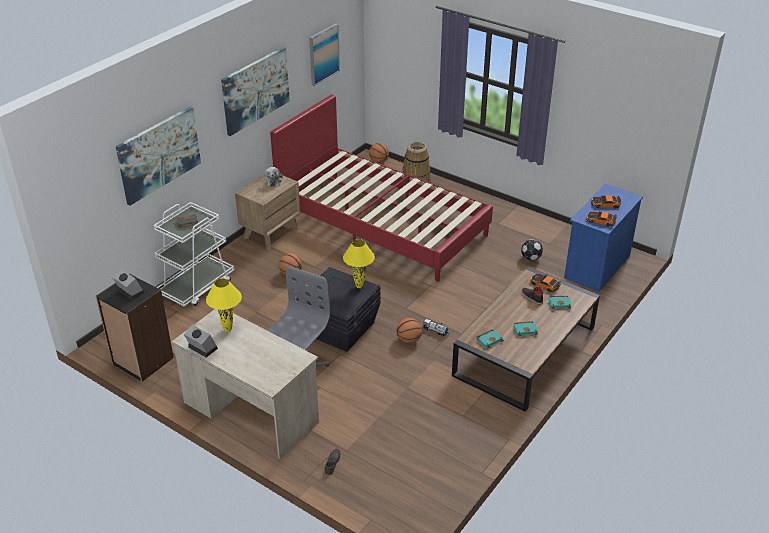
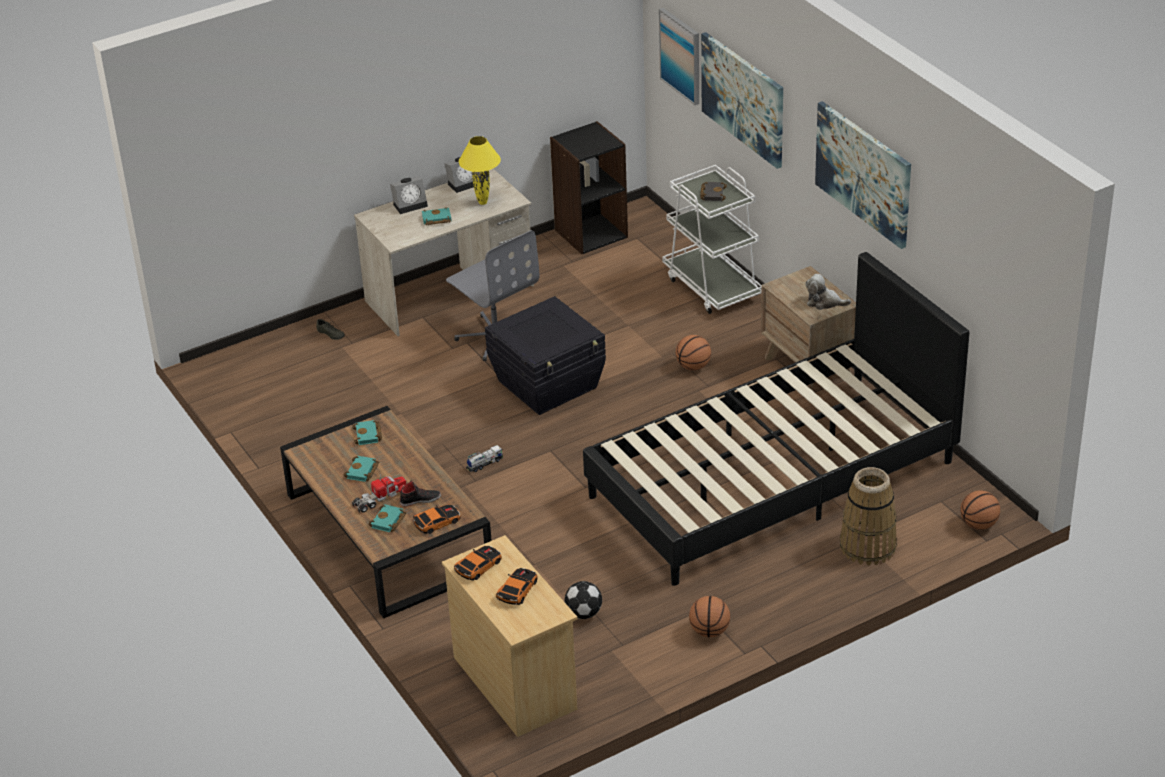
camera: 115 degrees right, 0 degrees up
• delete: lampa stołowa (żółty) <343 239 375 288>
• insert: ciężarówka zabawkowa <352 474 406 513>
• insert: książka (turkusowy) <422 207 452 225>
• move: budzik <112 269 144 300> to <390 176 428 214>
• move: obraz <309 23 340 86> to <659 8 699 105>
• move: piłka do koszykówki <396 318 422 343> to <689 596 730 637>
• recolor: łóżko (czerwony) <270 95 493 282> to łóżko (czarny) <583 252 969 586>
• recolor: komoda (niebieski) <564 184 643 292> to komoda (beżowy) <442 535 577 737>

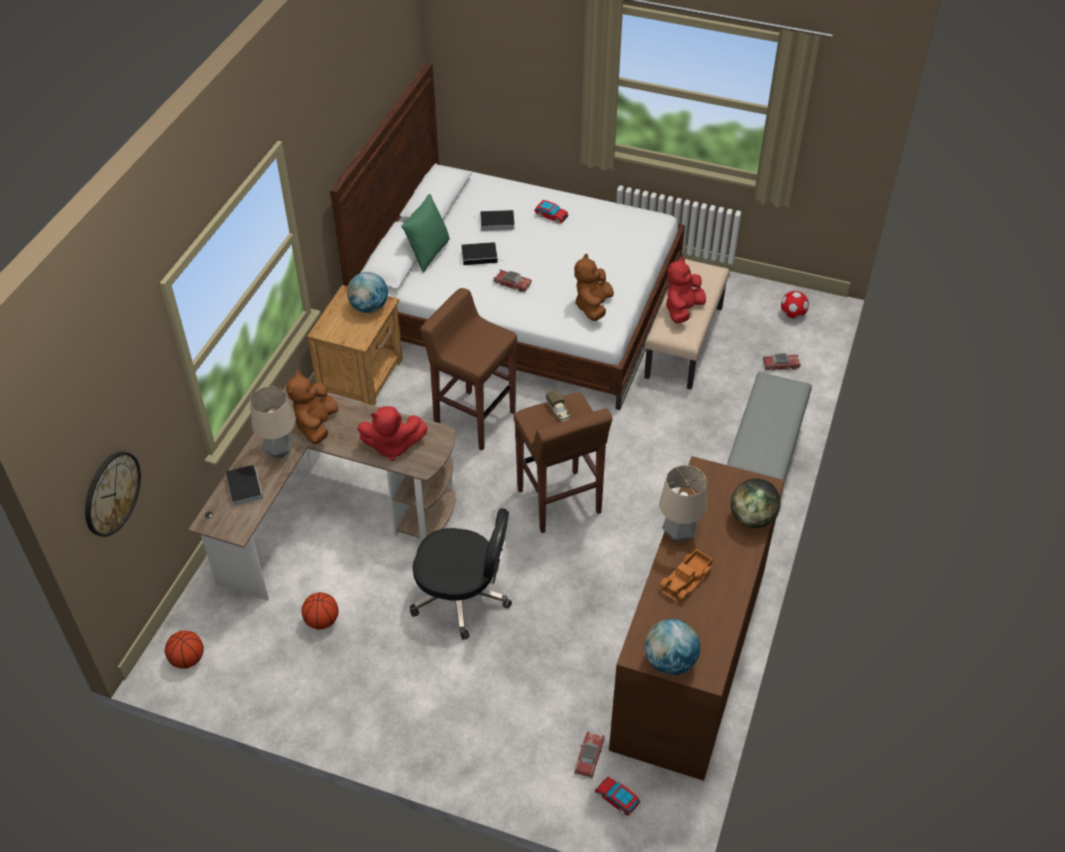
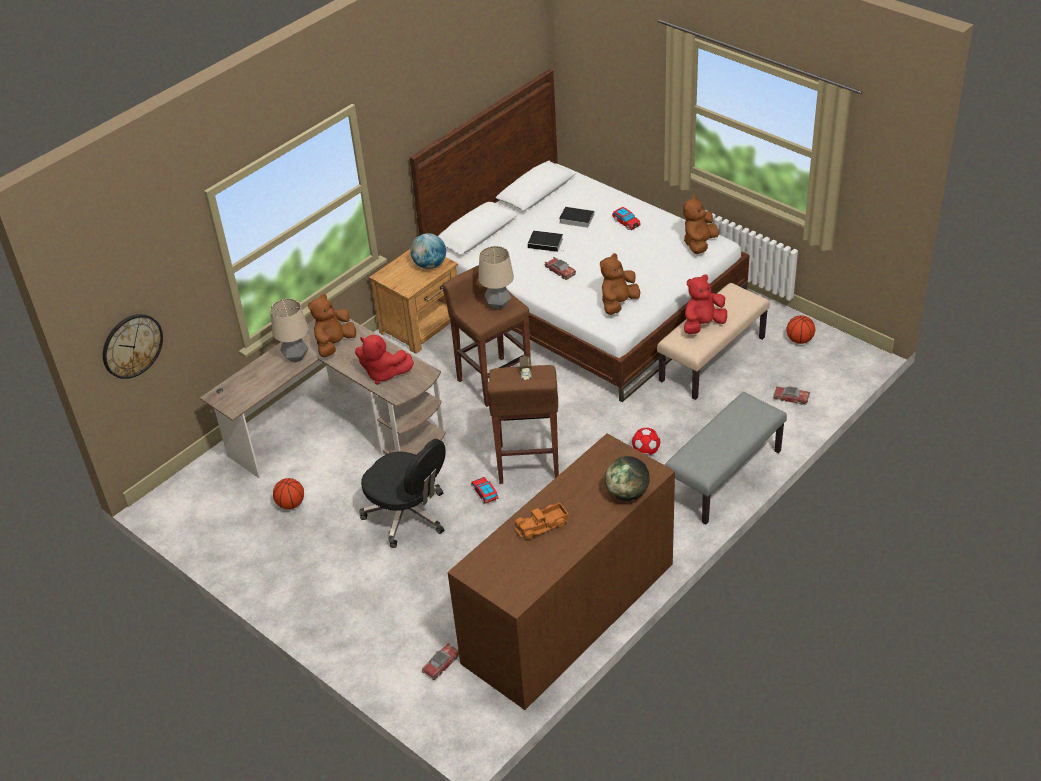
camera: 25 degrees right, 5 degrees down
• delete: książka <225 464 263 507>
• delete: poduszka (zielony) <401 194 450 273>
• delete: globus <645 619 700 675>
• insert: pluszak (brązowy) <683 196 719 254>
• move: piłka do koszykówki <165 631 204 669> to <786 315 815 344>
• move: samochodzik <595 777 640 816> to <471 477 498 504>
• move: lampa stołowa <659 465 707 542> to <478 246 514 310>
• move: piłka futbolowa <781 291 809 318> to <632 428 660 456>

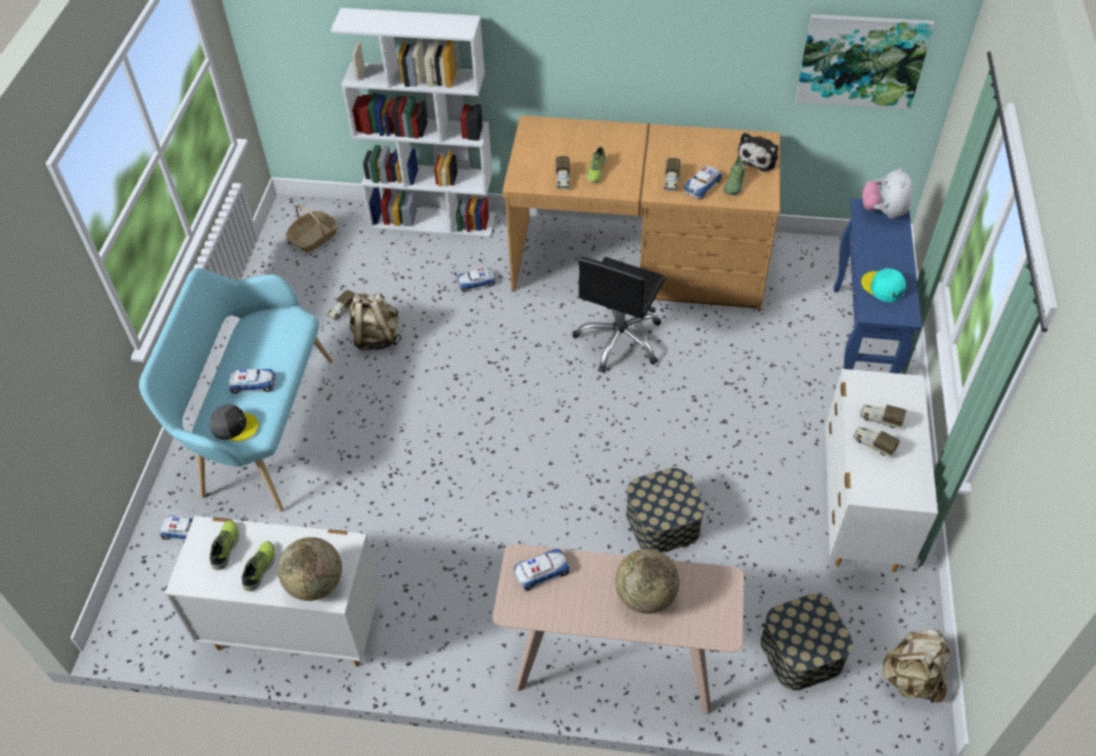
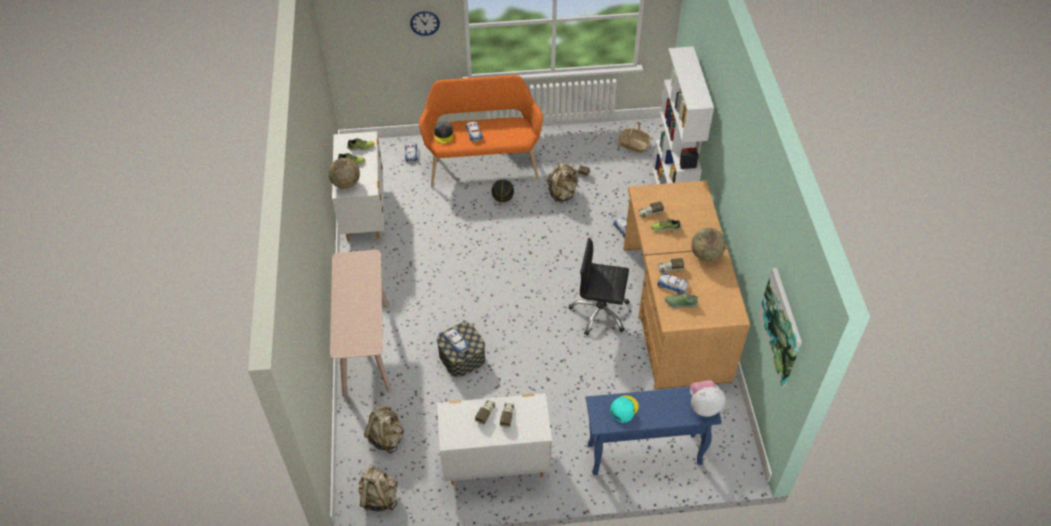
camera: 75 degrees right, 0 degrees up
• delete: pluszak <736 133 778 172>
• insert: zegar ścienny <410 11 440 36>
• insert: piłka do koszykówki <491 180 514 202>
• move: samochodzik <513 549 570 591> to <443 329 470 355>
• move: globus <615 549 680 614> to <691 228 726 262>
• replace: pojemnik do przechowywania <760 594 853 690> to plecak (beżowy) <364 405 404 453>
• recolor: ławka (turkusowy) <139 268 333 512> to ławka (pomarańczowy) <419 75 543 187>

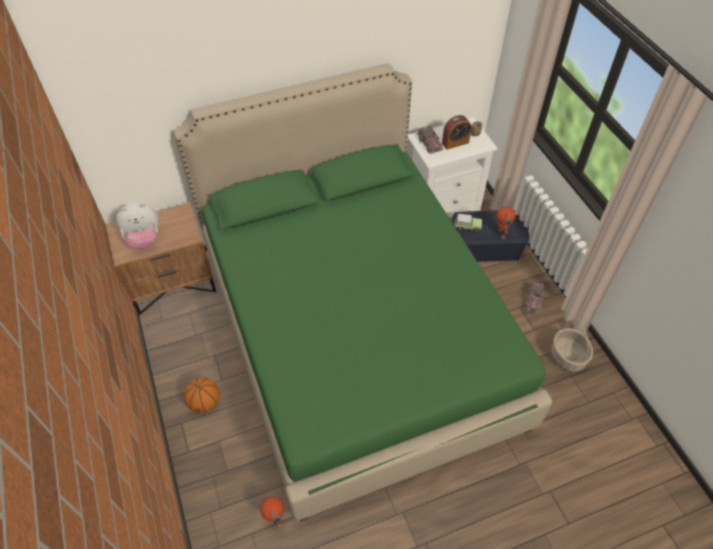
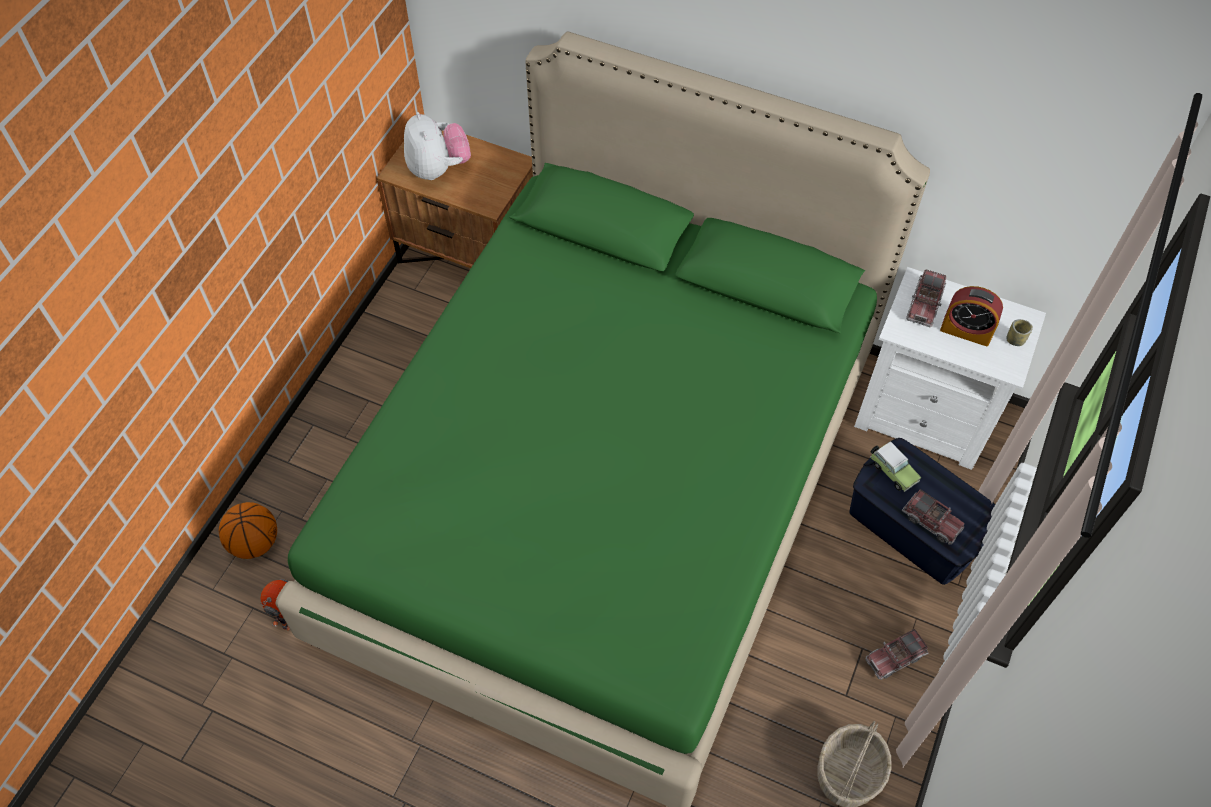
camera: 45 degrees right, 5 degrees up
• move: piłka do koszykówki <183 377 219 413> to <219 502 277 559>
• replace: robot zabawkowy <497 207 516 239> to ciężarówka zabawkowa <902 490 964 545>
• rotate: pluszak <116 203 159 249> = <404 112 471 180> 135 degrees counterclockwise

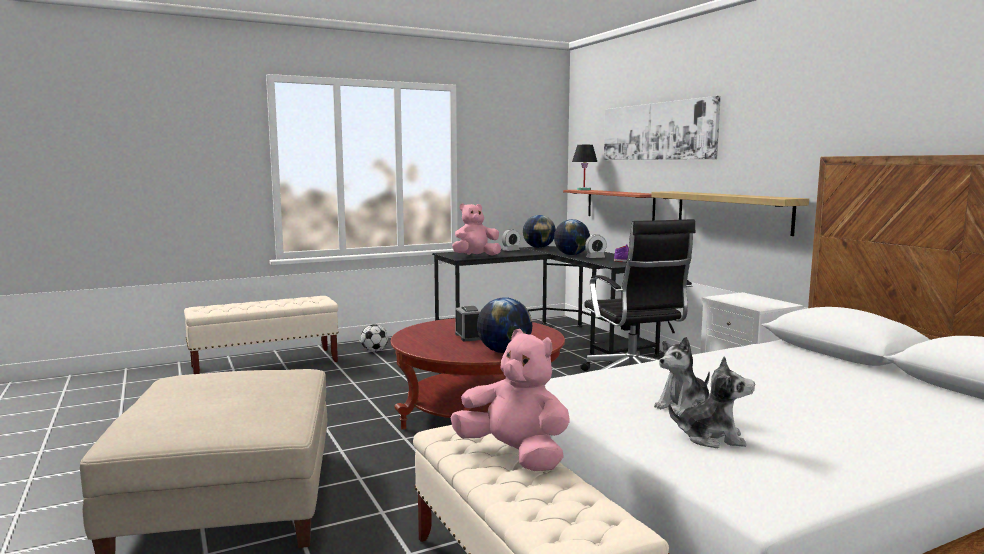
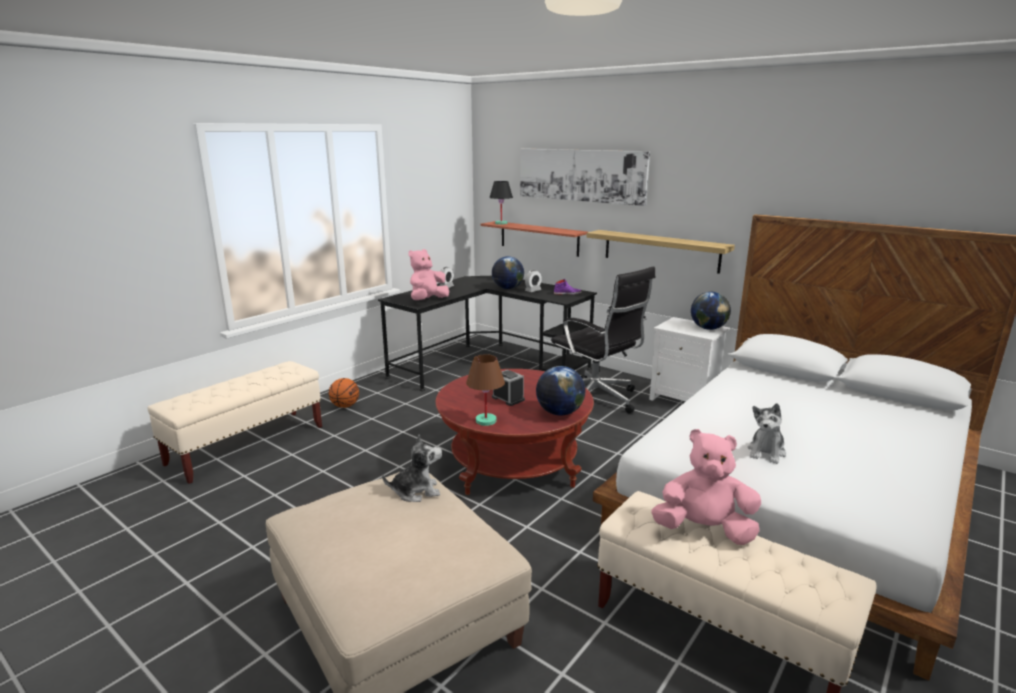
camera: 25 degrees left, 10 degrees up
• insert: lampa stołowa (brązowy) <466 354 505 426>
• move: globus <523 215 556 248> to <691 292 731 330>
• move: pluszak <668 356 755 448> to <382 435 442 502>
• replace: piłka futbolowa <361 324 388 352> to piłka do koszykówki <329 378 359 408>

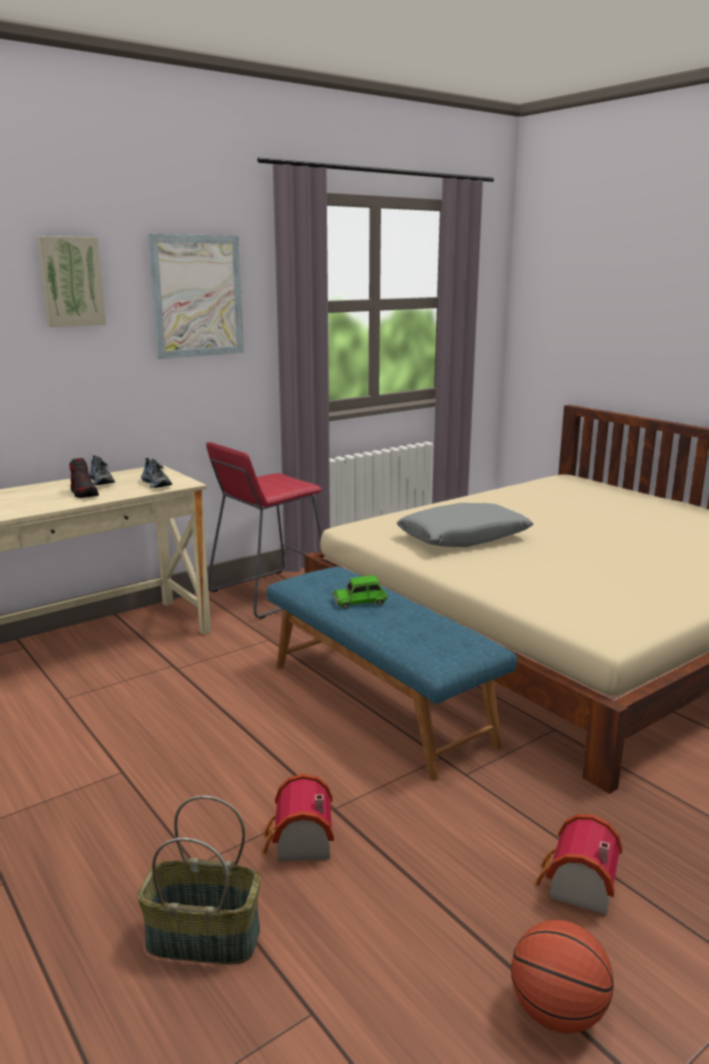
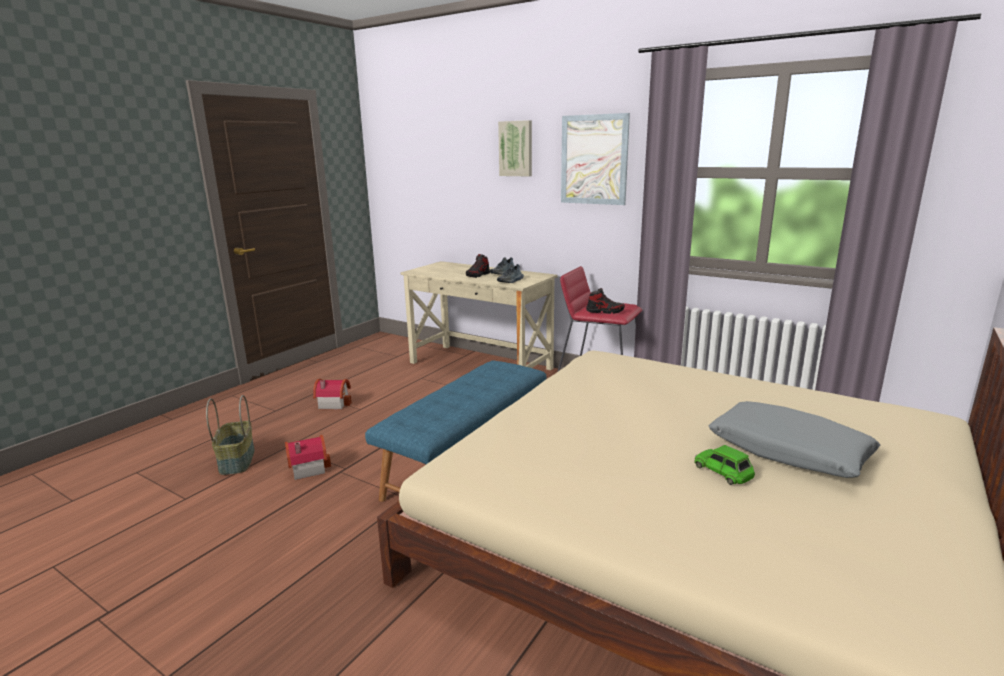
camera: 70 degrees right, 0 degrees up
• delete: piłka do koszykówki <511 920 614 1033>
• insert: but <586 288 625 314>
• move: samochodzik (zielony) <333 576 388 609> to <694 445 755 485>
• move: poduszka (szary) <397 503 533 547> to <708 401 880 478>
• move: domek <535 814 623 915> to <313 379 352 409>

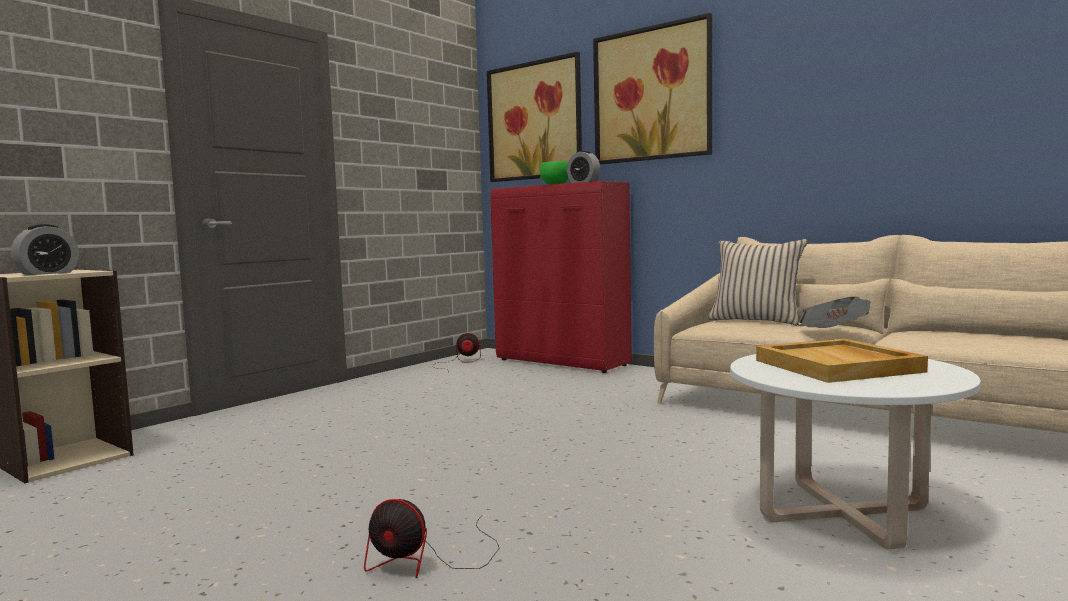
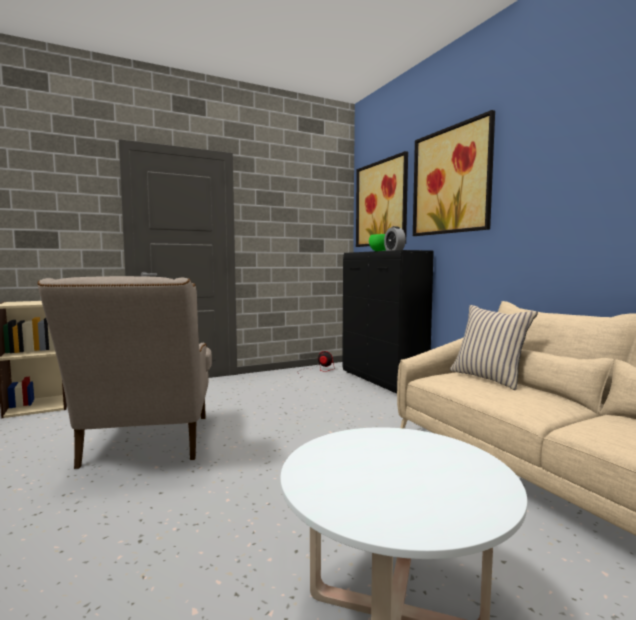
camera: 25 degrees right, 0 degrees up
• delete: budzik <11 224 79 275>
• delete: wentylator <364 499 499 578>
• delete: taca (beżowy) <756 339 928 383>
• delete: gazeta <798 297 871 328>
• insert: fotel (beżowy) <37 276 212 469>
• recolor: szafka (czerwony) <490 181 632 373> to szafka (czarny) <342 250 434 394>

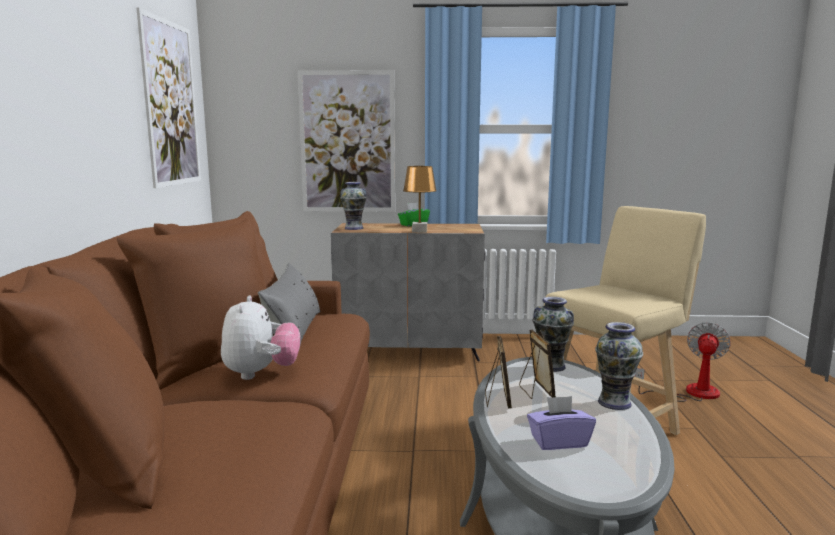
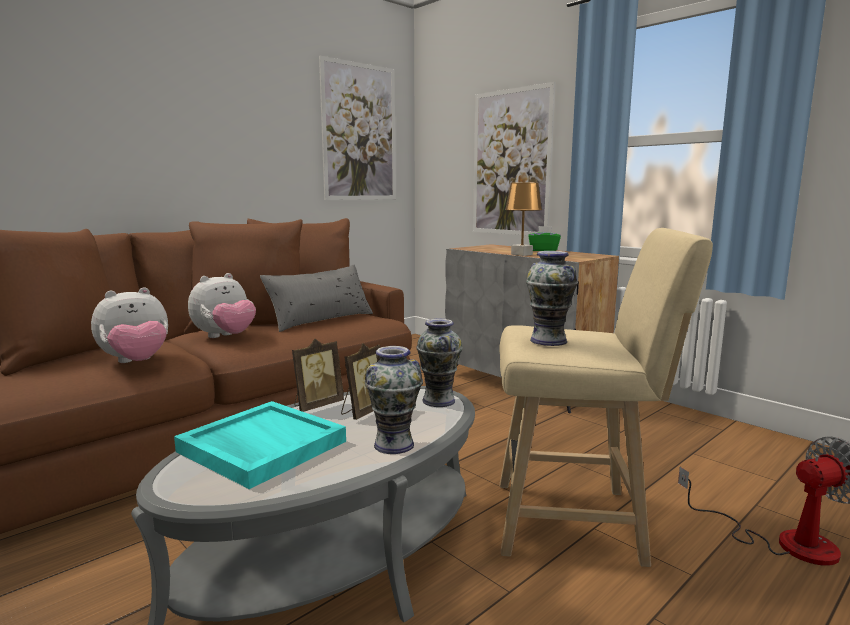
camera: 45 degrees right, 0 degrees up
• insert: pluszak <91 287 168 363>
• move: wazon <340 182 367 230> to <526 251 578 346>
• replace: pudełko chusteczek (fioletowy) <527 396 596 450> to taca (turkusowy) <174 401 346 489>

